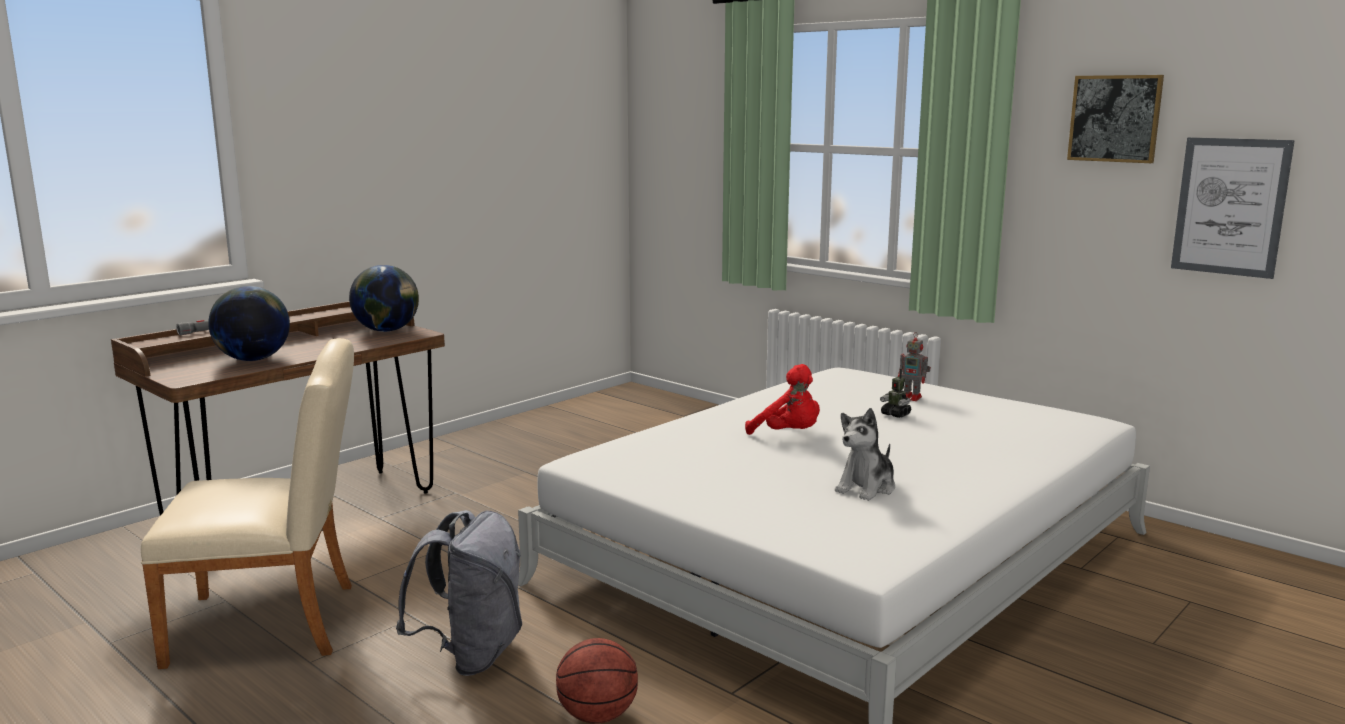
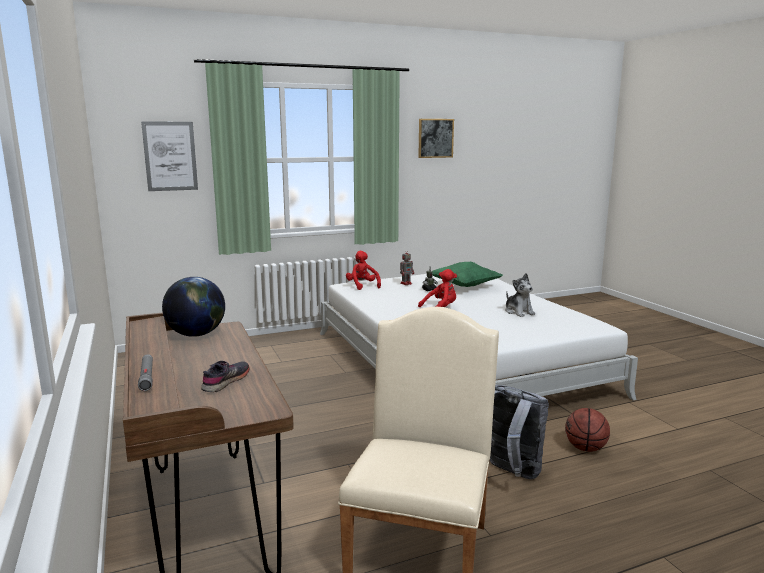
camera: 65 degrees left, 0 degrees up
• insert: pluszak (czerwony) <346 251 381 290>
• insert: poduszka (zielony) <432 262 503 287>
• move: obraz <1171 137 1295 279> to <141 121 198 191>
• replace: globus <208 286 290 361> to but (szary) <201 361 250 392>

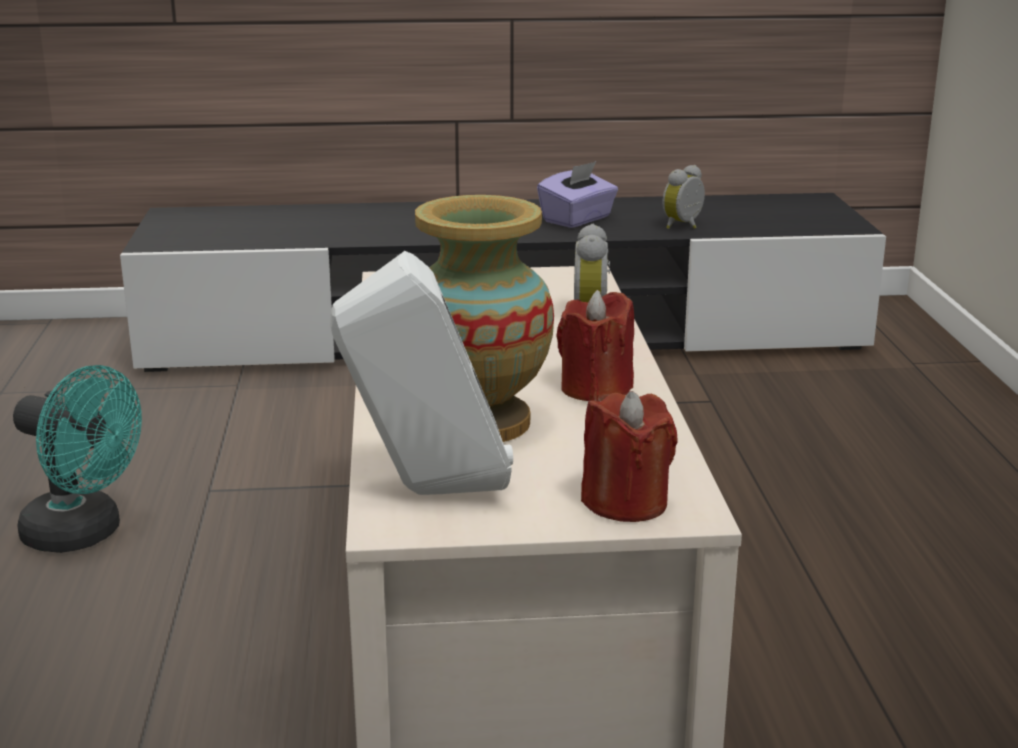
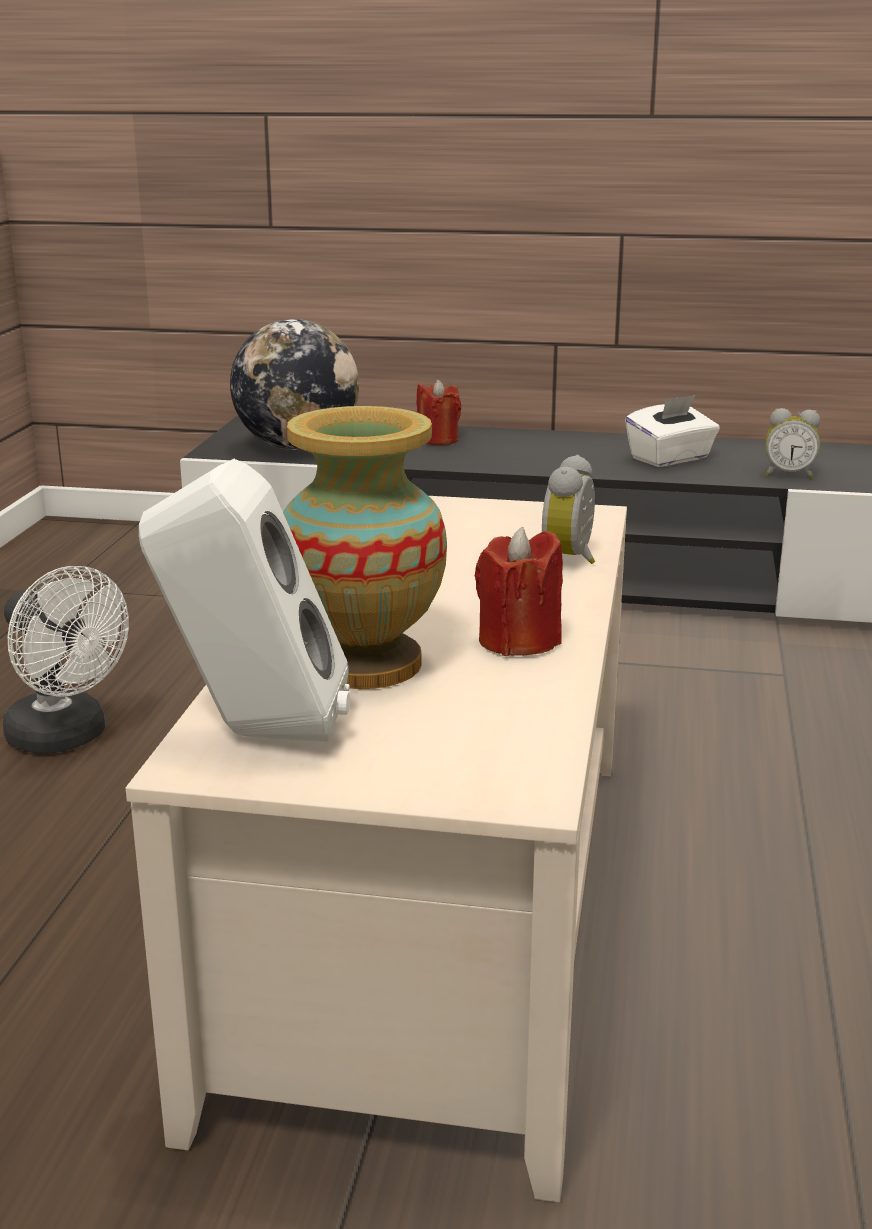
camera: 15 degrees right, 0 degrees up
• insert: globus <230 319 359 450>
• move: świeca (czerwony) <581 391 678 522> to <416 379 461 445>
• recolor: wentylator (turkusowy) <13 365 142 553> to wentylator (biały) <3 566 129 754>
• recolor: pudełko chusteczek (fioletowy) <537 161 618 228> to pudełko chusteczek (biały) <625 395 720 467>
• rotate: budzik <663 165 705 229> = <765 408 820 479> 135 degrees counterclockwise

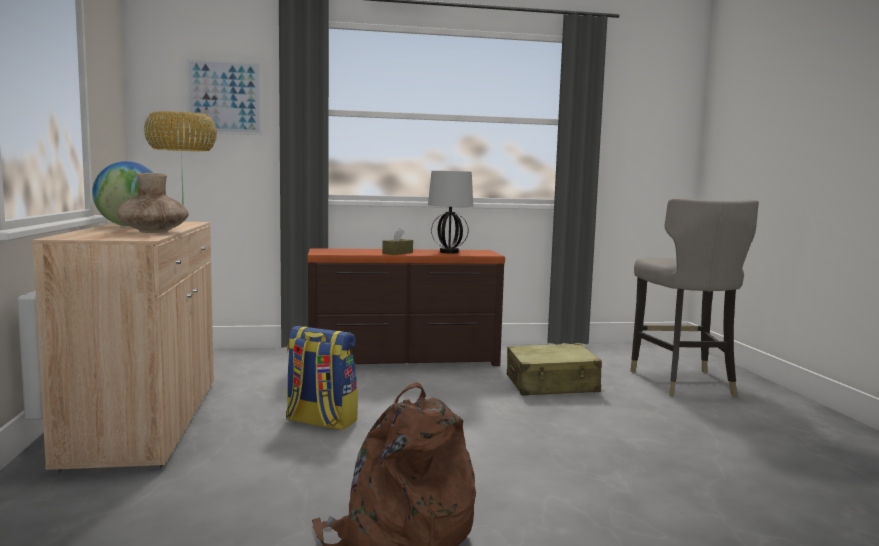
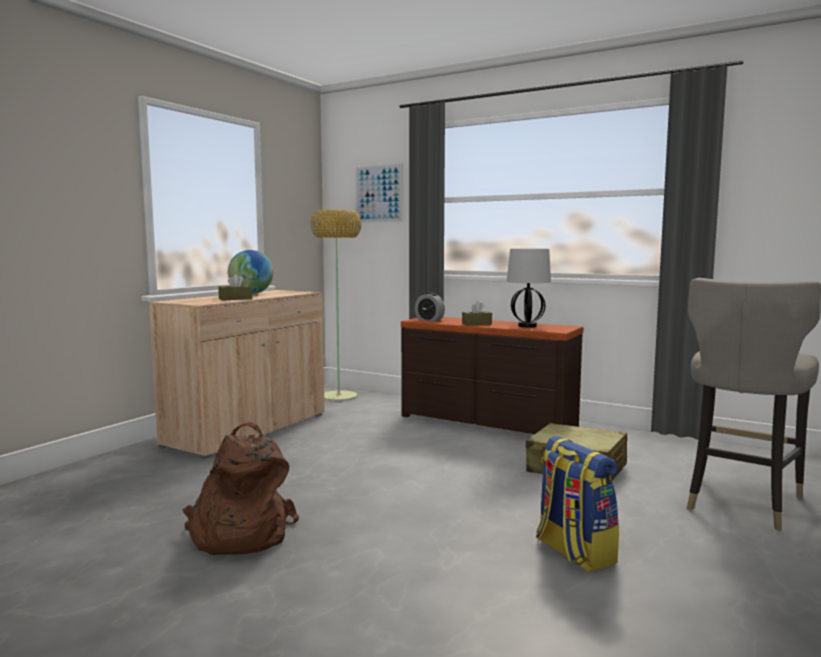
camera: 40 degrees right, 0 degrees up
• insert: budzik <415 292 445 321>
• move: plecak <286 326 358 430> to <536 436 619 572>
• replace: wazon (brązowy) <117 173 189 233> to pudełko chusteczek (brązowy) <218 274 252 300>

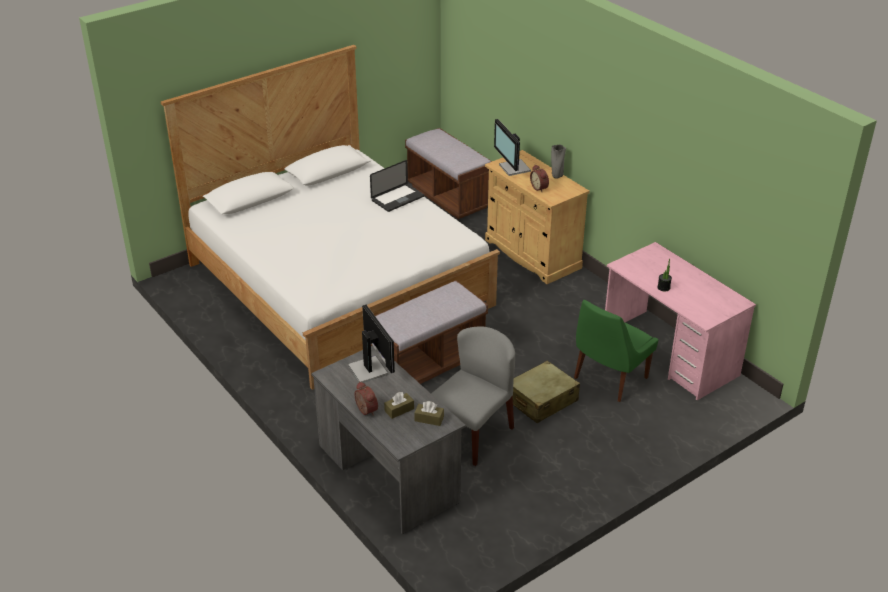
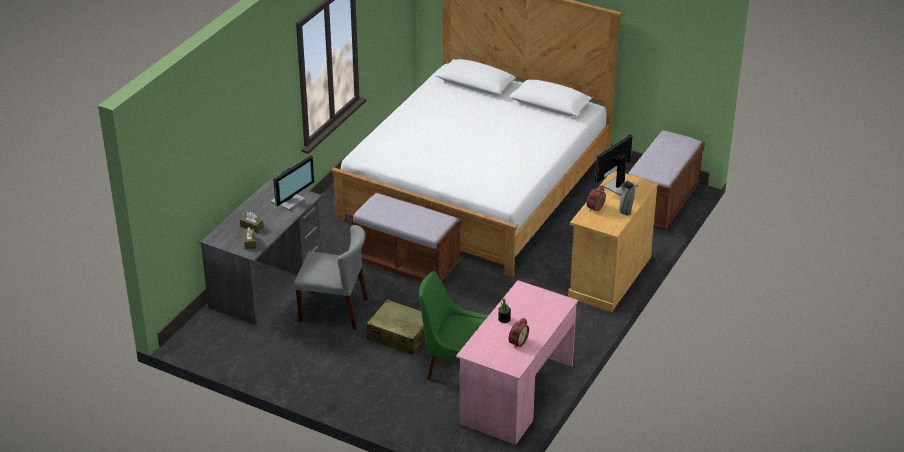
camera: 65 degrees right, 0 degrees up
• delete: laptop <370 160 424 212>
• move: budzik <354 381 378 416> to <509 318 529 348>

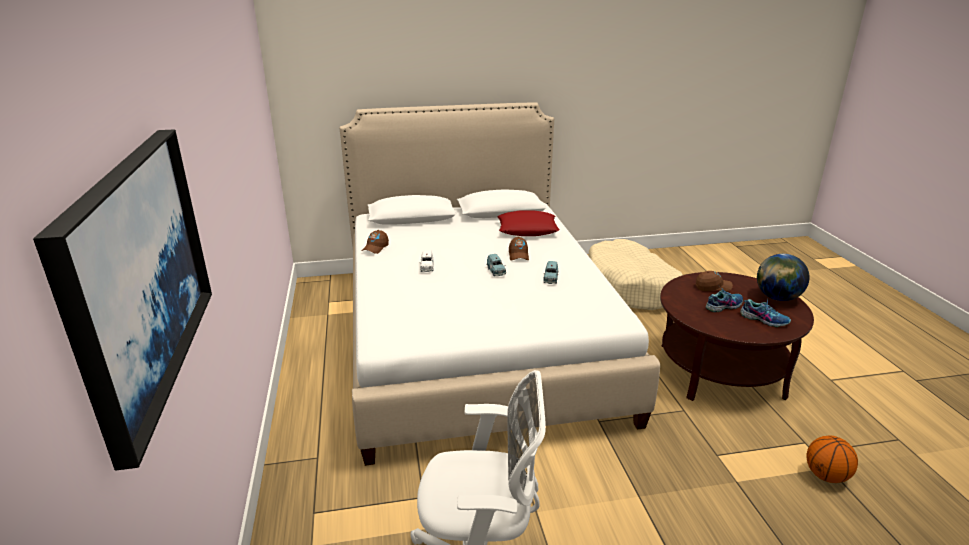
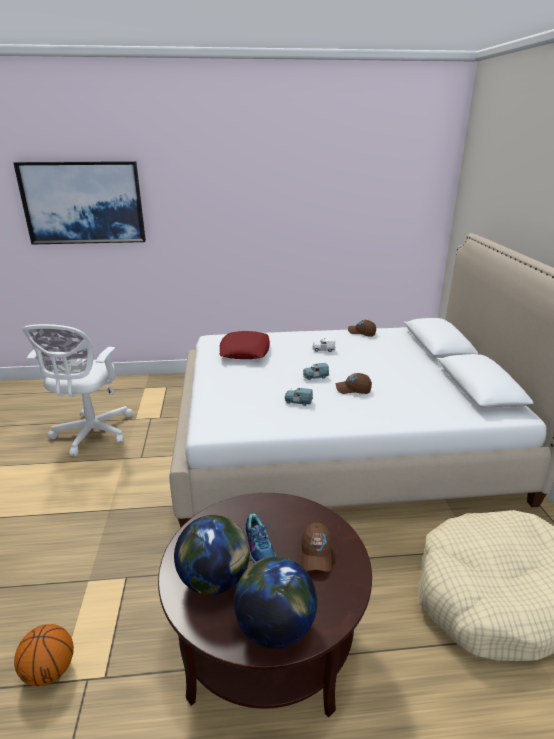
camera: 95 degrees right, 0 degrees up
• move: poduszka (czerwony) <497 211 560 236> to <220 331 270 359>
• replace: but <740 299 791 327> to globus <174 515 250 595>

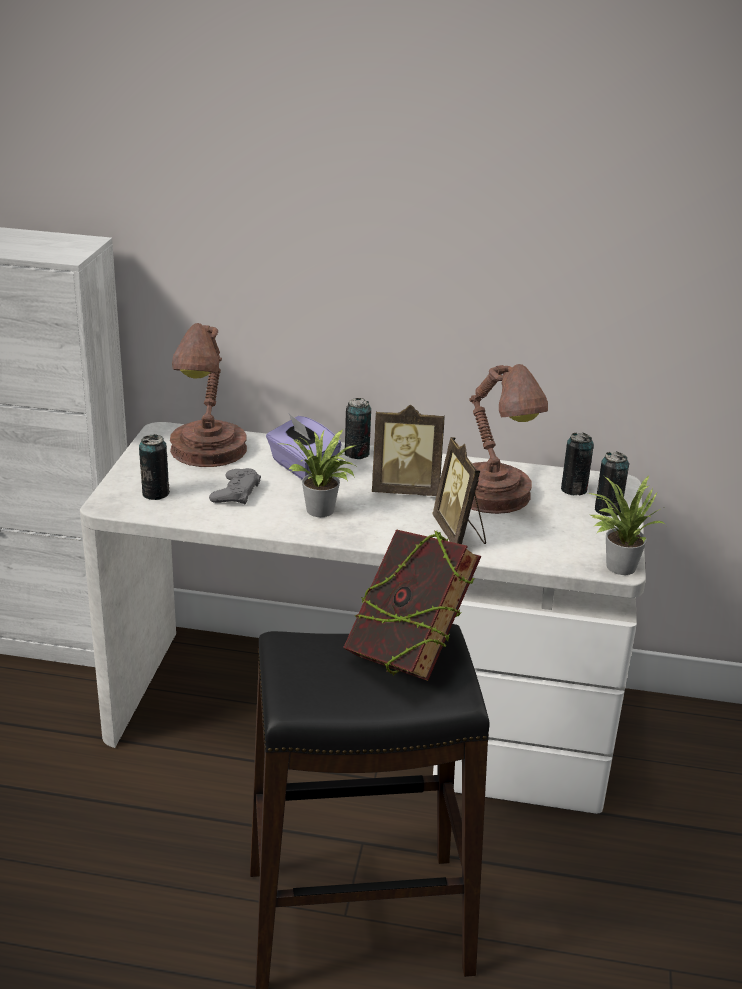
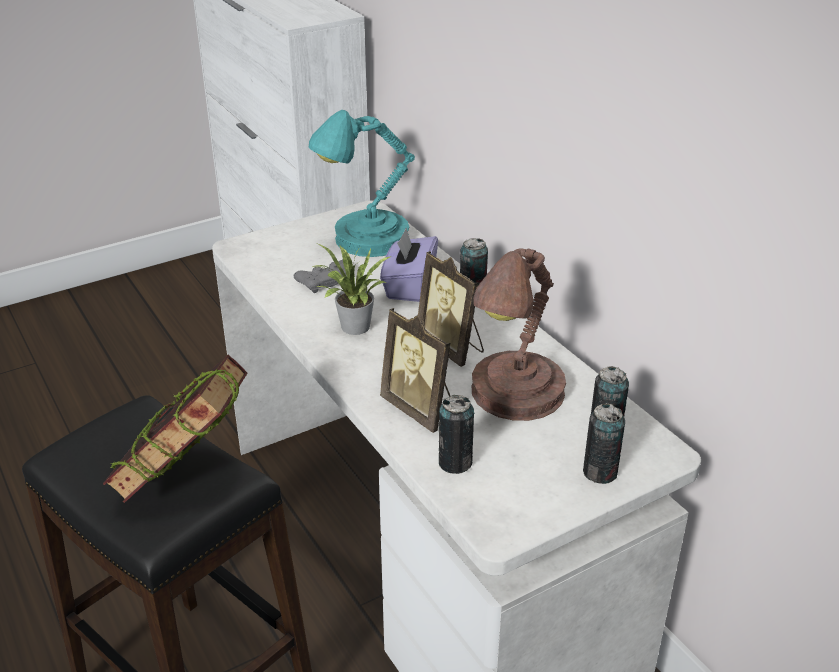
camera: 50 degrees right, 5 degrees up
• delete: roślina doniczkowa <588 476 666 575>
• move: puszka <139 434 170 500> to <439 395 474 474>
• recolor: lampa stołowa (brązowy) <170 323 247 467> to lampa stołowa (turkusowy) <309 110 415 257>
• rotate: ramka na zdjęcie <432 437 486 544> = <380 308 450 433> 75 degrees counterclockwise

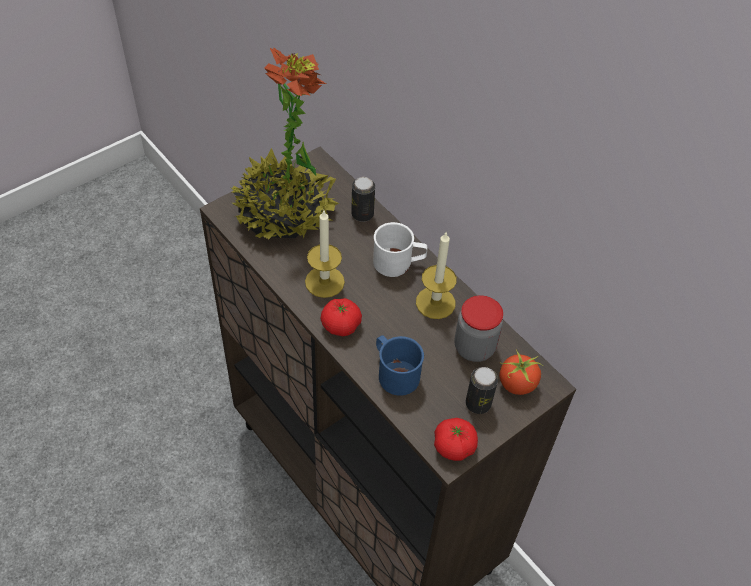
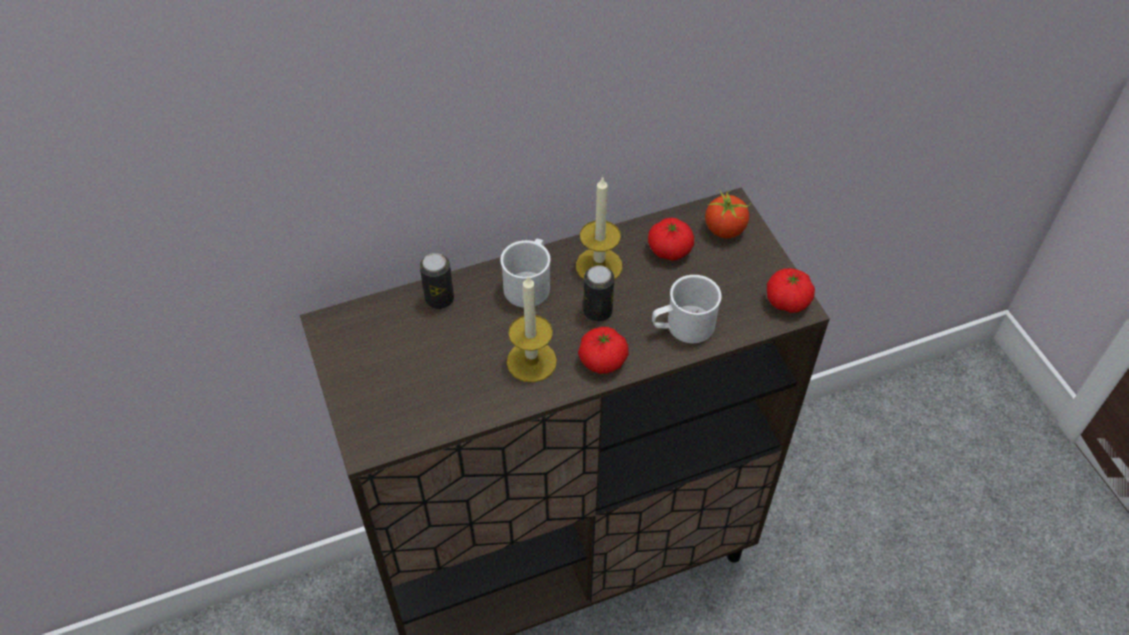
camera: 70 degrees left, 0 degrees up
• delete: roślina doniczkowa <231 48 340 239>
• move: puszka <465 367 498 414> to <583 265 614 322>
• replace: słoik <454 295 503 362> to pomidor <648 218 694 261>
• recolor: kubek (niebieski) <376 335 424 396> to kubek (biały) <652 275 722 343>

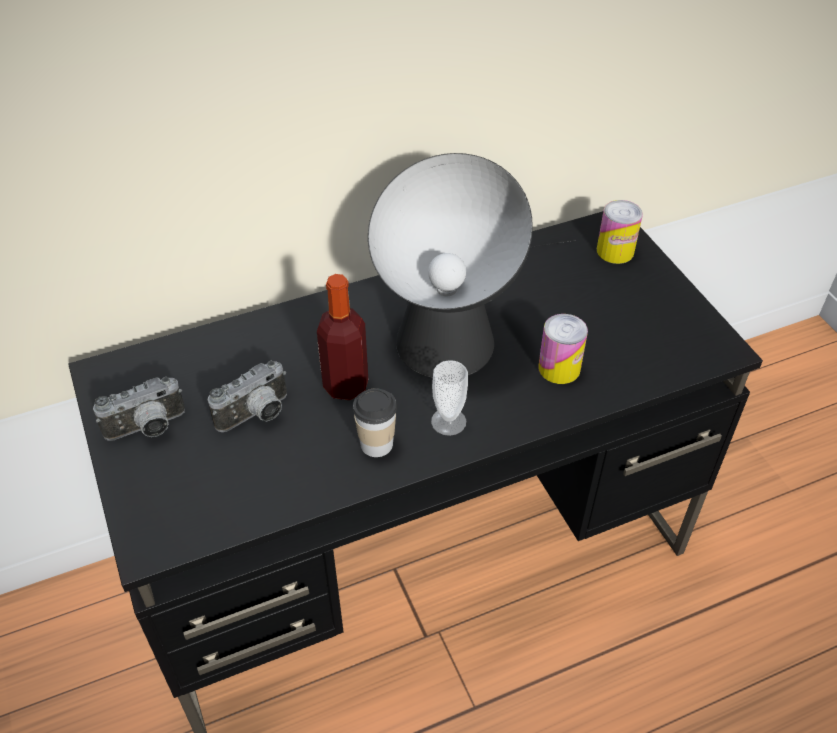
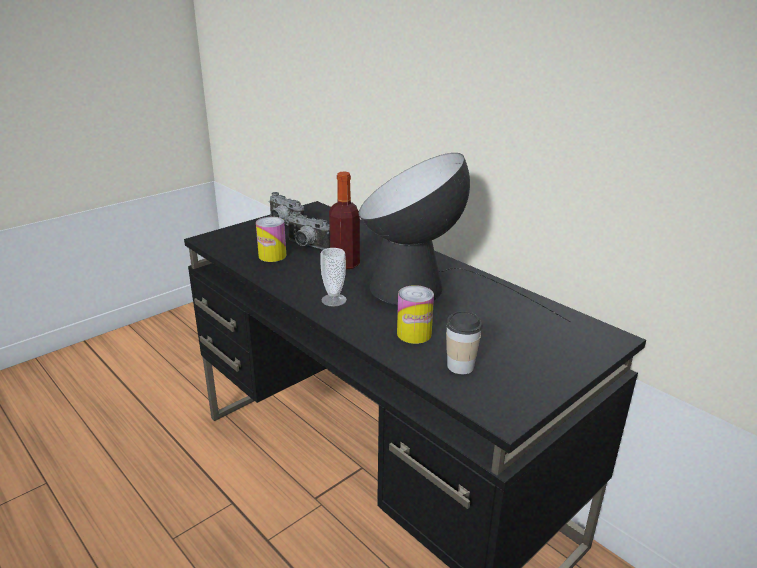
camera: 70 degrees right, 20 degrees down
• move: filiżanka <353 388 397 457> to <446 311 483 374>
• move: puszka <597 200 643 264> to <256 217 286 262>

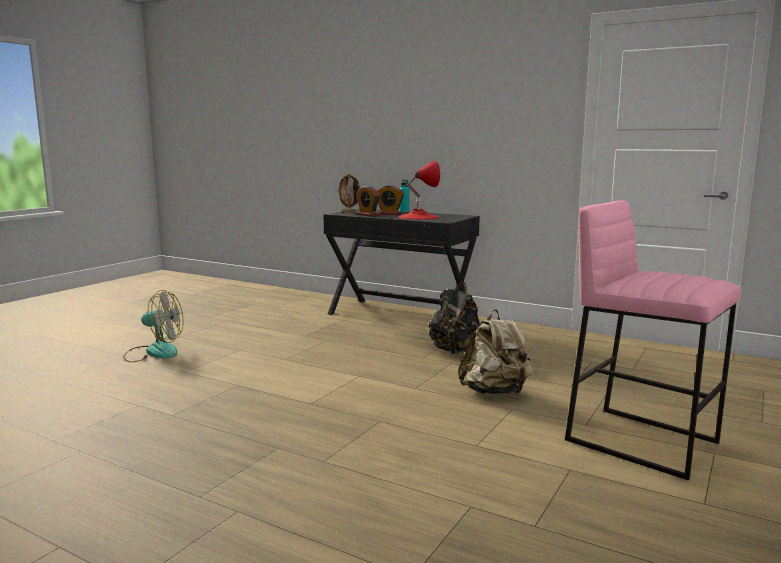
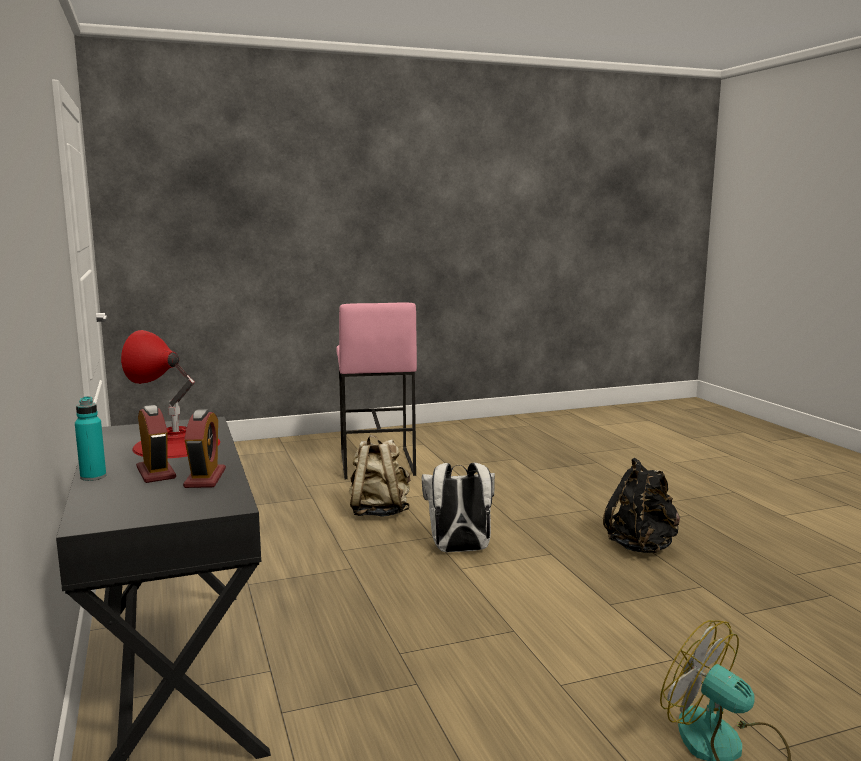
camera: 140 degrees left, 0 degrees up
• delete: ramka na zdjęcie <337 173 360 213>
• insert: plecak (biały) <422 462 495 552>
• move: plecak (czarny) <429 283 480 354> to <603 458 680 553>

